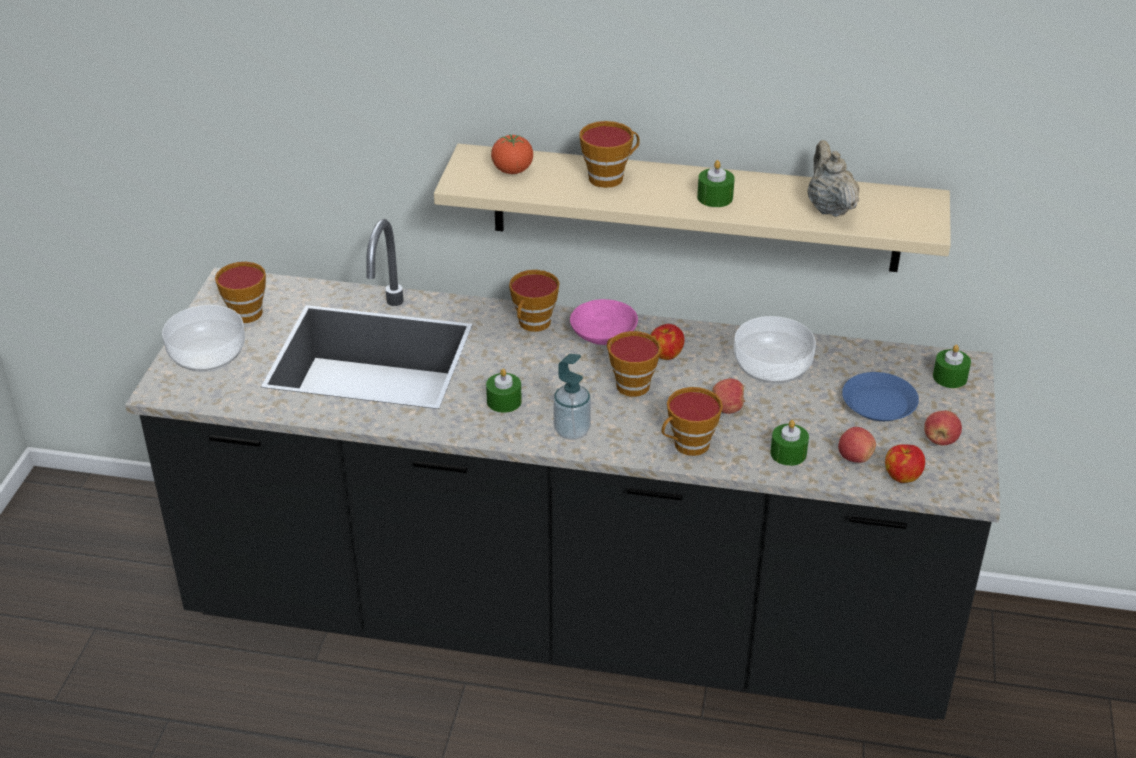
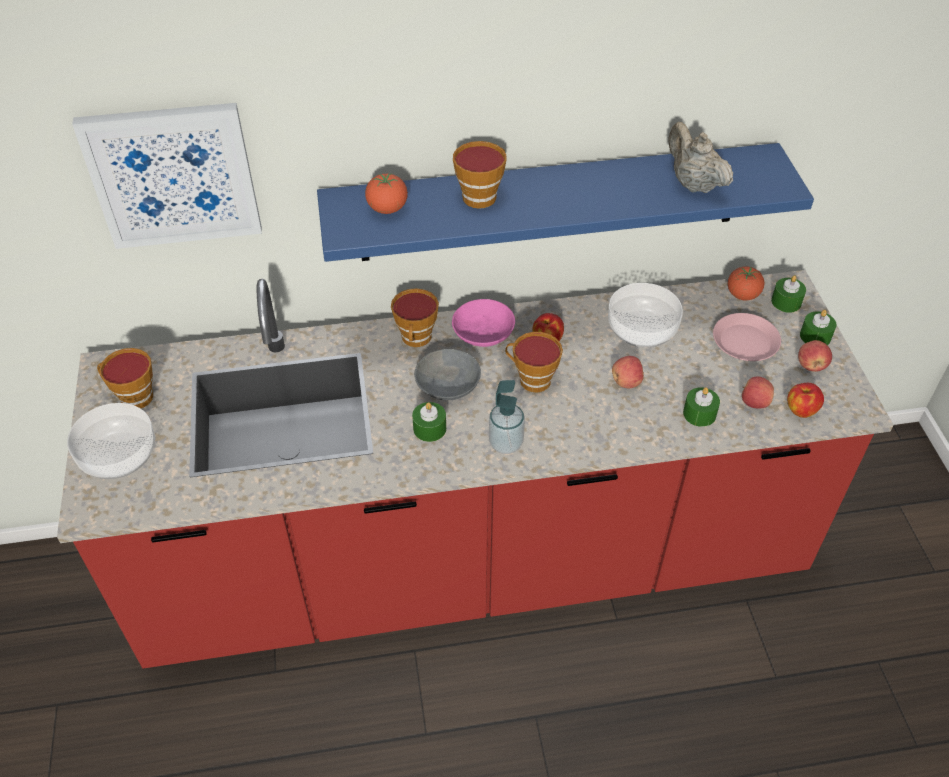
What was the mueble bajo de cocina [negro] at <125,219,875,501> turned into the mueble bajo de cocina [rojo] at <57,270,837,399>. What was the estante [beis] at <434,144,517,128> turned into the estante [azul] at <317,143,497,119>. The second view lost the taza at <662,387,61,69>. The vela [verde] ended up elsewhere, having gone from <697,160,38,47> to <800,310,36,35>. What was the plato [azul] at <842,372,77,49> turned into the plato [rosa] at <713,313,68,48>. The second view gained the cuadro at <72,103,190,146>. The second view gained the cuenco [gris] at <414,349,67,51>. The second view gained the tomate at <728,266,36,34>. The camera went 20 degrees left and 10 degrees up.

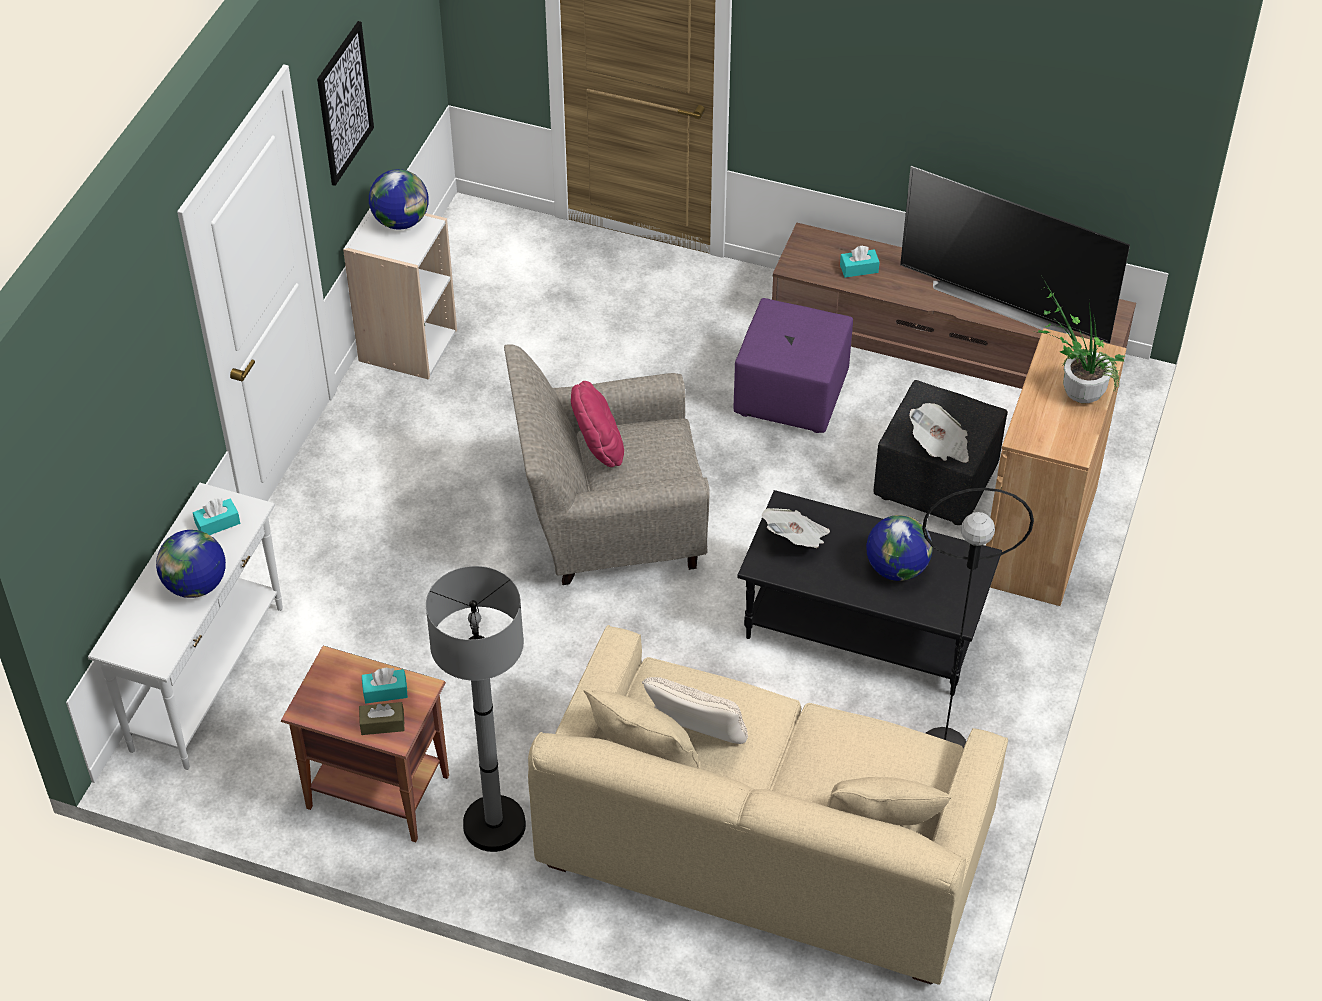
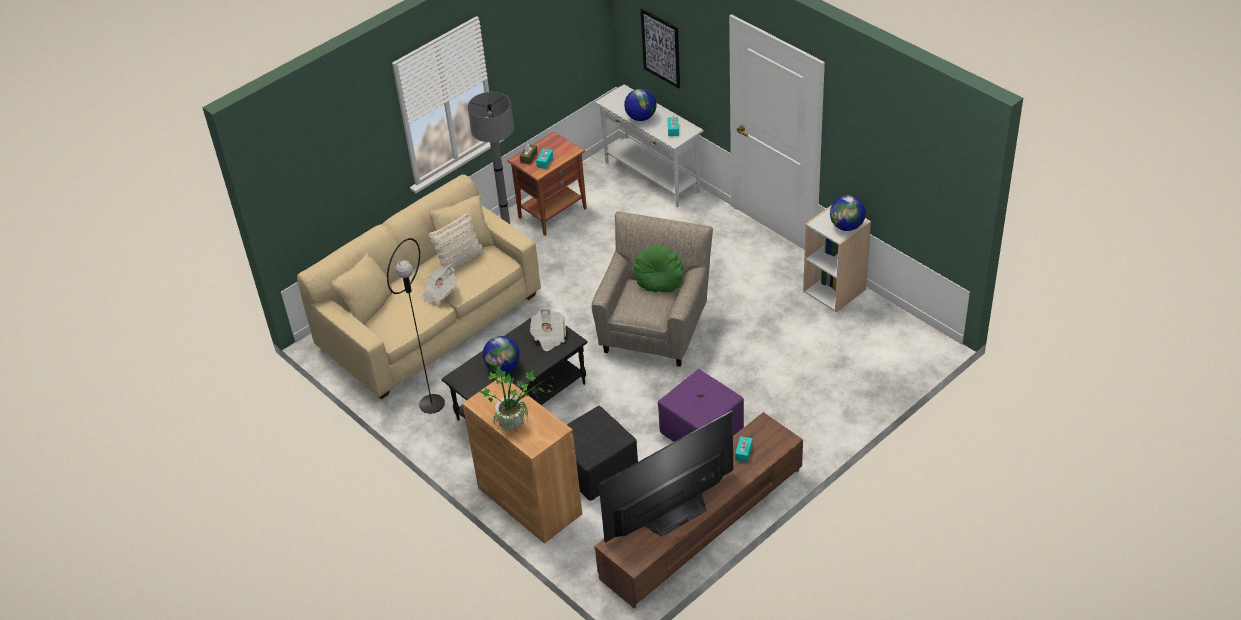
The cuadro ended up elsewhere, having gone from <317,21,57,165> to <641,9,39,79>. What was the cojín [rosa] at <571,381,53,86> turned into the cojín [verde] at <634,246,49,46>. The periódico ended up elsewhere, having gone from <909,403,60,60> to <421,266,36,38>. The camera went 120 degrees right and 5 degrees down.

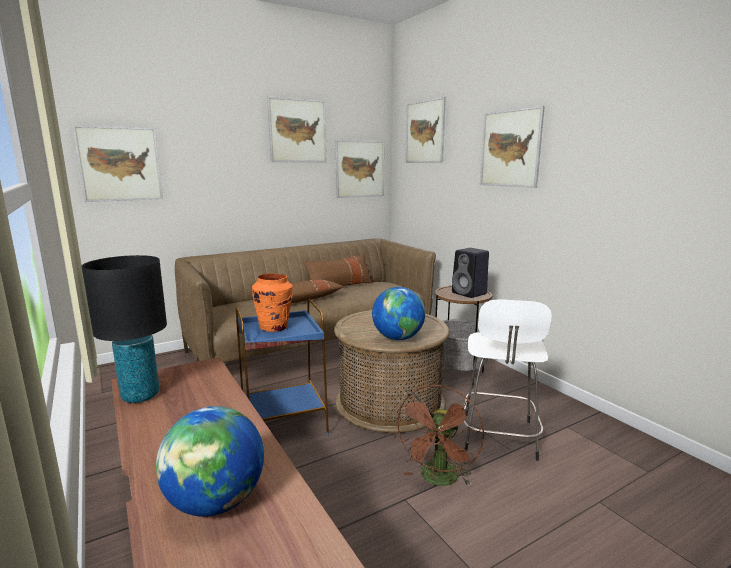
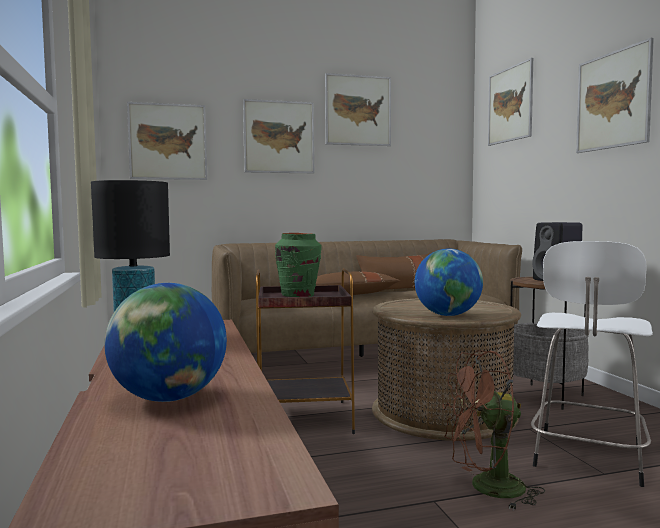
What was the mesa auxiliar [azul] at <236,299,93,137> turned into the mesa auxiliar [marrón] at <256,268,99,166>. What was the florero [naranja] at <252,273,41,59> turned into the florero [verde] at <275,233,47,64>. The cuadro ended up elsewhere, having gone from <335,140,49,58> to <243,99,71,74>. The ventilador [marrón] at <394,385,90,101> ended up facing another way, 45 degrees clockwise from before. The camera went 15 degrees right and 10 degrees down.

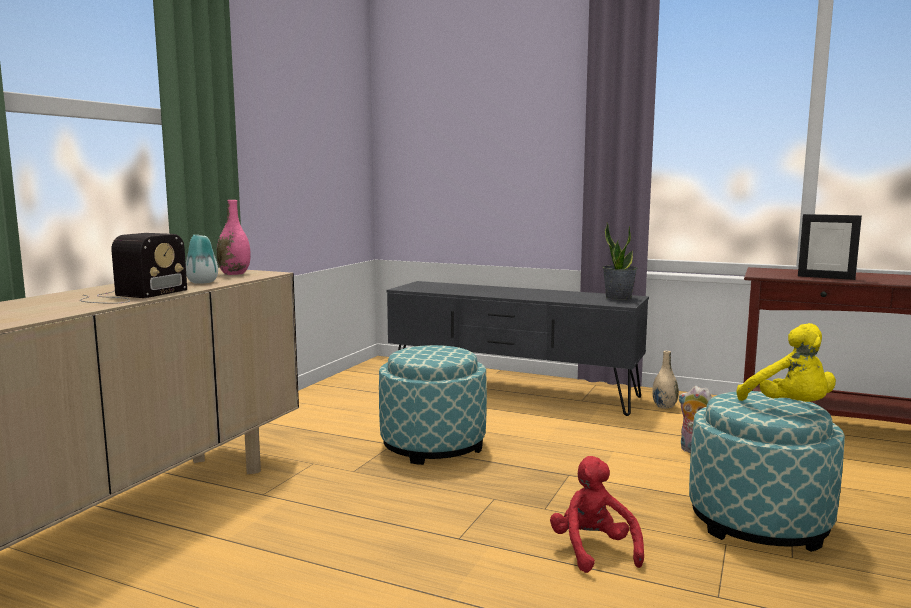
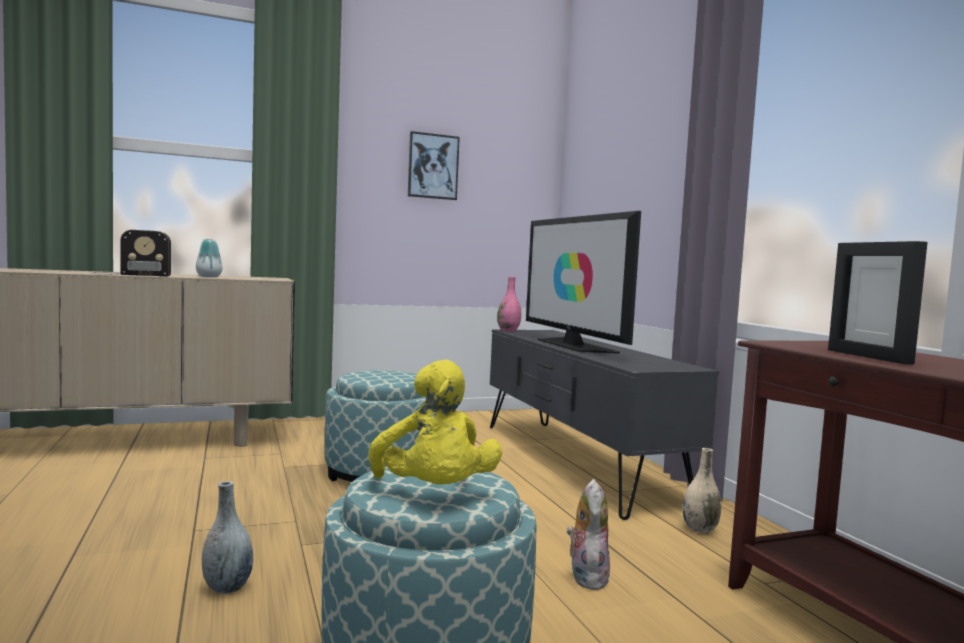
The florero [rosa] ended up elsewhere, having gone from <216,200,35,75> to <497,277,24,55>. Where the peluche [rojo] stood at <550,456,94,117>, the florero [gris] came to stand at <202,481,51,113>. The second view lost the planta en maceta at <603,223,34,77>. The peluche [amarillo] at <737,323,99,79> ended up facing another way, 45 degrees counterclockwise from before. The second view gained the cuadro at <408,131,52,69>. The second view gained the televisor at <526,211,115,143>. The camera went 45 degrees right and 5 degrees down.

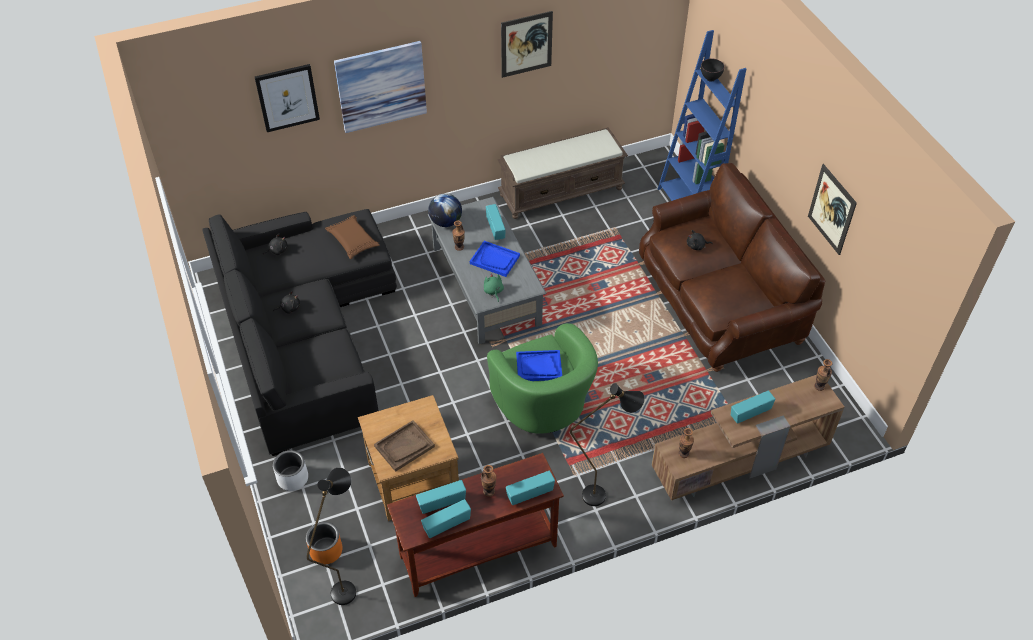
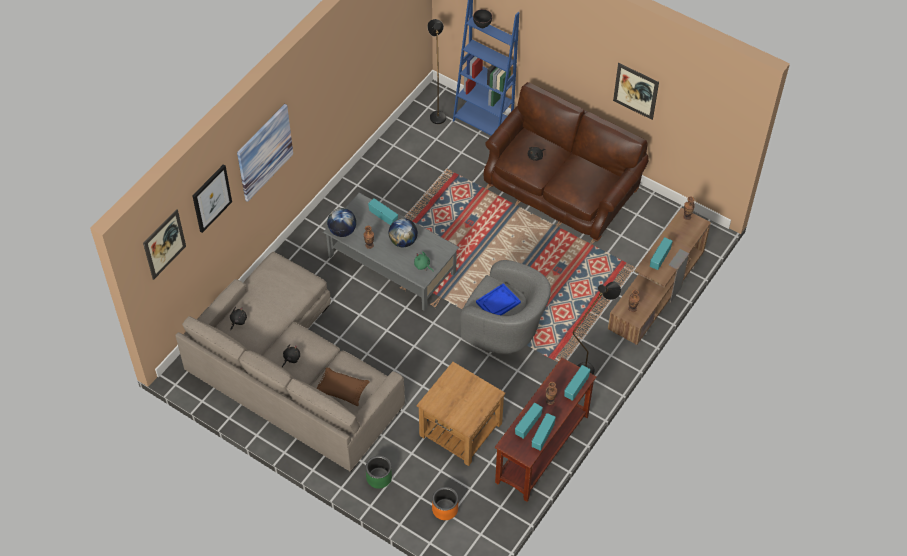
What was the sofá [negro] at <202,209,195,247> turned into the sofá [beis] at <175,252,230,220>. What was the maceta [blanco] at <273,450,35,41> turned into the maceta [verde] at <366,456,26,33>. The lámpara de pie [negro] ended up elsewhere, having gone from <307,468,49,137> to <428,19,18,105>. The cojín [marrón] ended up elsewhere, having gone from <325,215,55,44> to <316,367,54,39>. The second view lost the bandeja [marrón] at <374,420,61,52>. Where the bandeja [azul] stood at <470,241,50,36>, the globo terráqueo came to stand at <389,218,29,29>. What was the sillón [verde] at <487,323,111,111> turned into the sillón [gris] at <460,260,91,94>. The second view lost the banco [marrón] at <498,127,130,92>. The cuadro ended up elsewhere, having gone from <501,11,52,67> to <143,209,43,71>. The camera went 35 degrees left and 5 degrees up.

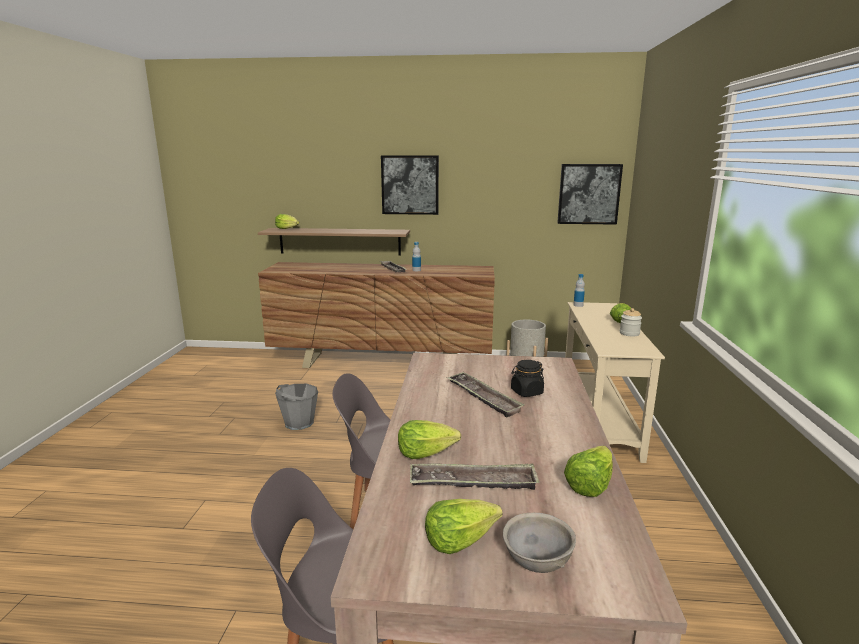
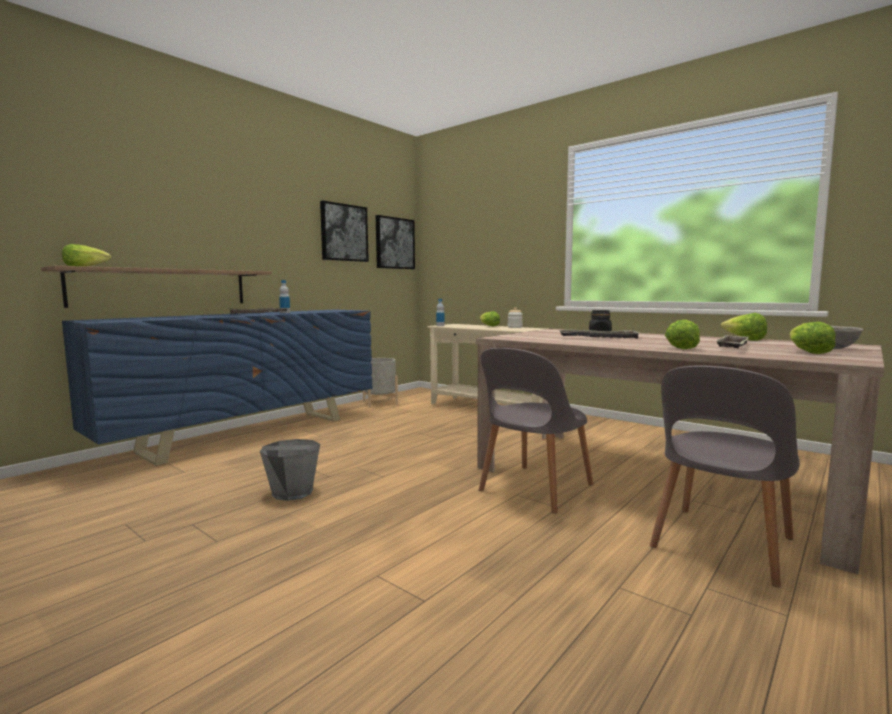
What was the armario [marrón] at <258,262,237,107> turned into the armario [azul] at <62,310,310,156>. The cuadro ended up elsewhere, having gone from <381,155,58,60> to <320,201,49,61>. The camera went 55 degrees left and 10 degrees down.

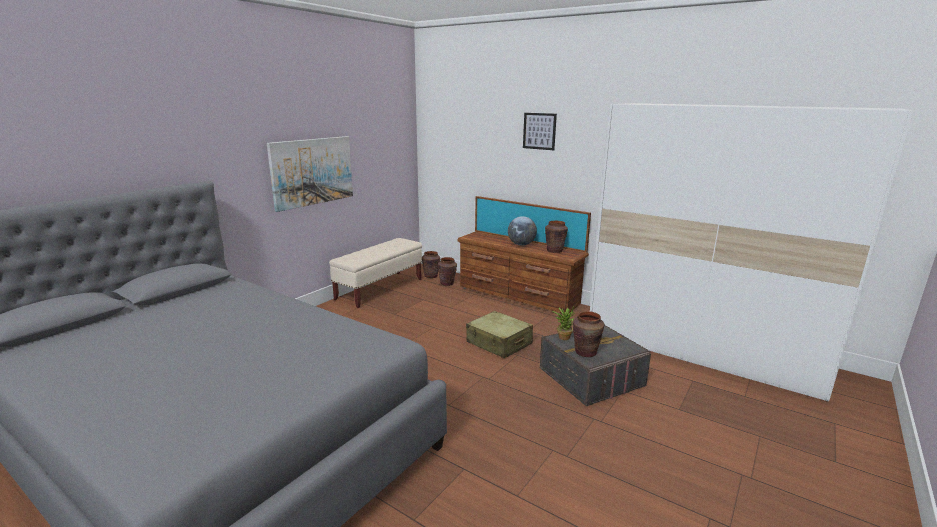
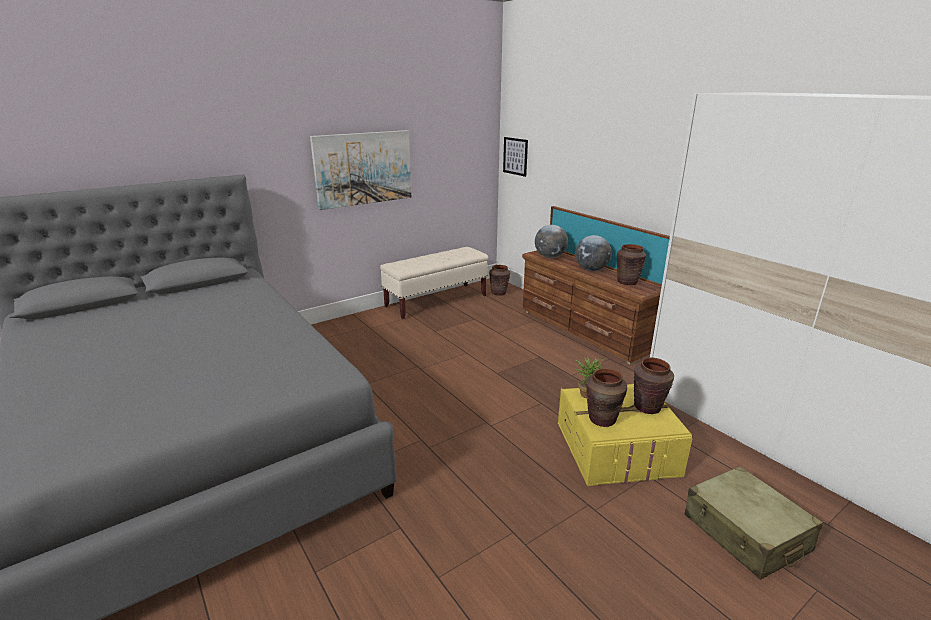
The florero [marrón] ended up elsewhere, having gone from <438,257,19,29> to <634,358,40,56>. The maleta [beis] ended up elsewhere, having gone from <466,311,67,47> to <685,466,138,114>. The cuadro ended up elsewhere, having gone from <523,113,34,37> to <503,137,25,40>. What was the caja de almacenaje [gris] at <540,325,111,81> turned into the caja de almacenaje [amarillo] at <558,384,135,102>. The second view gained the globo terráqueo at <535,225,33,33>. The camera went 20 degrees right and 5 degrees up.

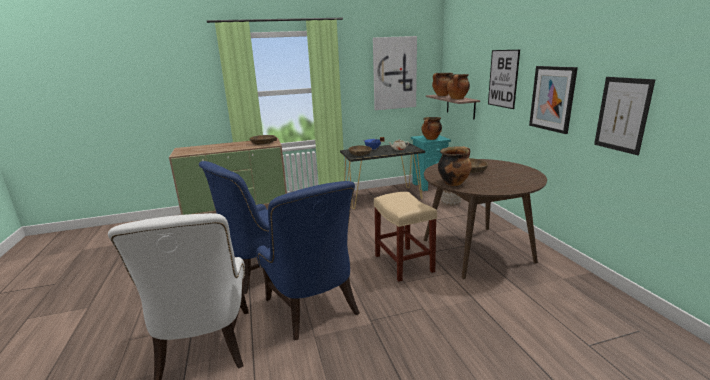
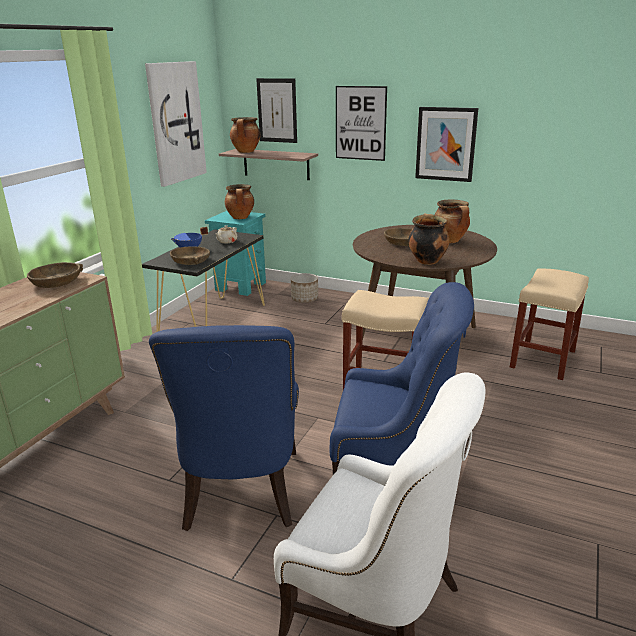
The olla ended up elsewhere, having gone from <447,74,23,25> to <434,200,36,43>. The cuadro ended up elsewhere, having gone from <594,77,62,78> to <256,78,41,65>. The second view gained the taburete [beis] at <510,269,79,111>. The camera went 50 degrees left and 5 degrees up.

